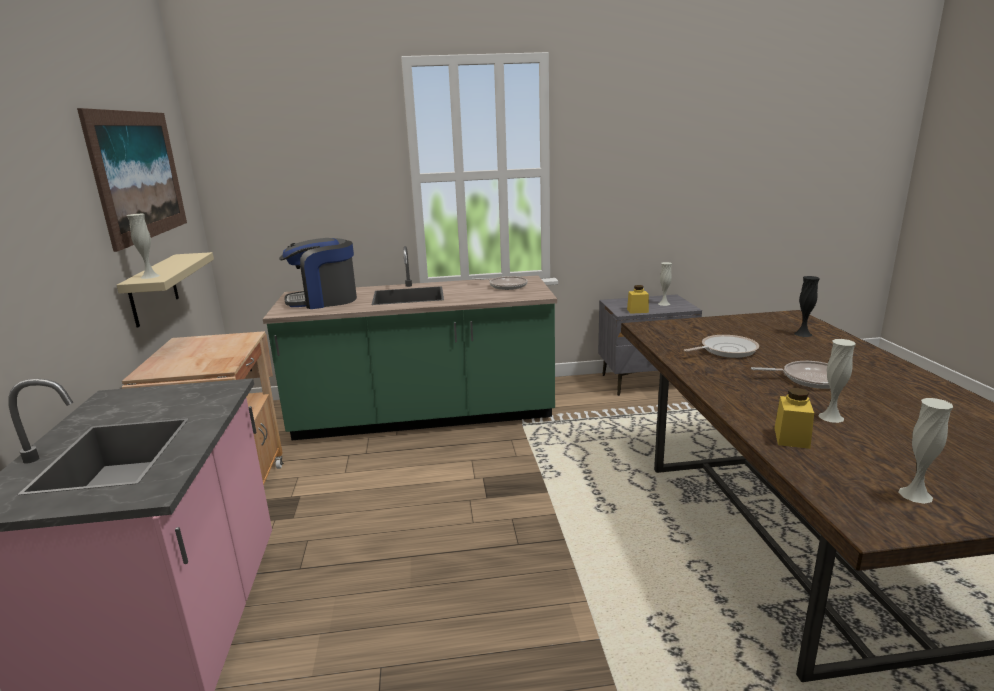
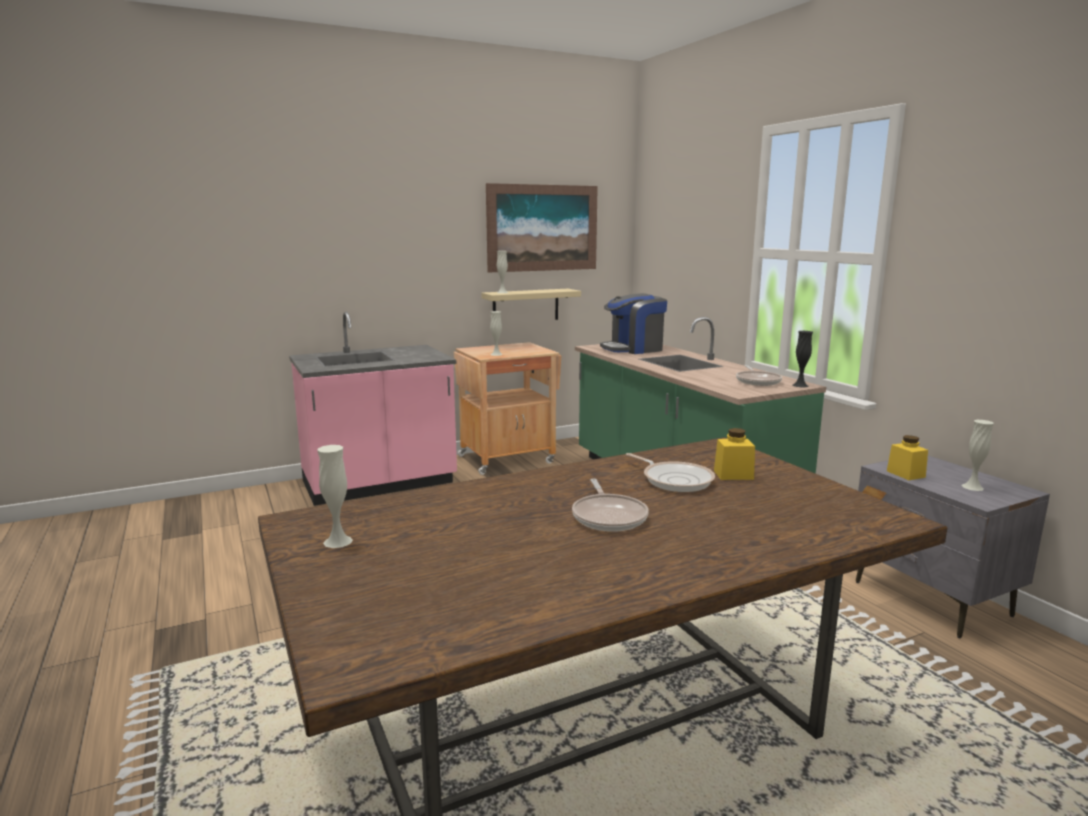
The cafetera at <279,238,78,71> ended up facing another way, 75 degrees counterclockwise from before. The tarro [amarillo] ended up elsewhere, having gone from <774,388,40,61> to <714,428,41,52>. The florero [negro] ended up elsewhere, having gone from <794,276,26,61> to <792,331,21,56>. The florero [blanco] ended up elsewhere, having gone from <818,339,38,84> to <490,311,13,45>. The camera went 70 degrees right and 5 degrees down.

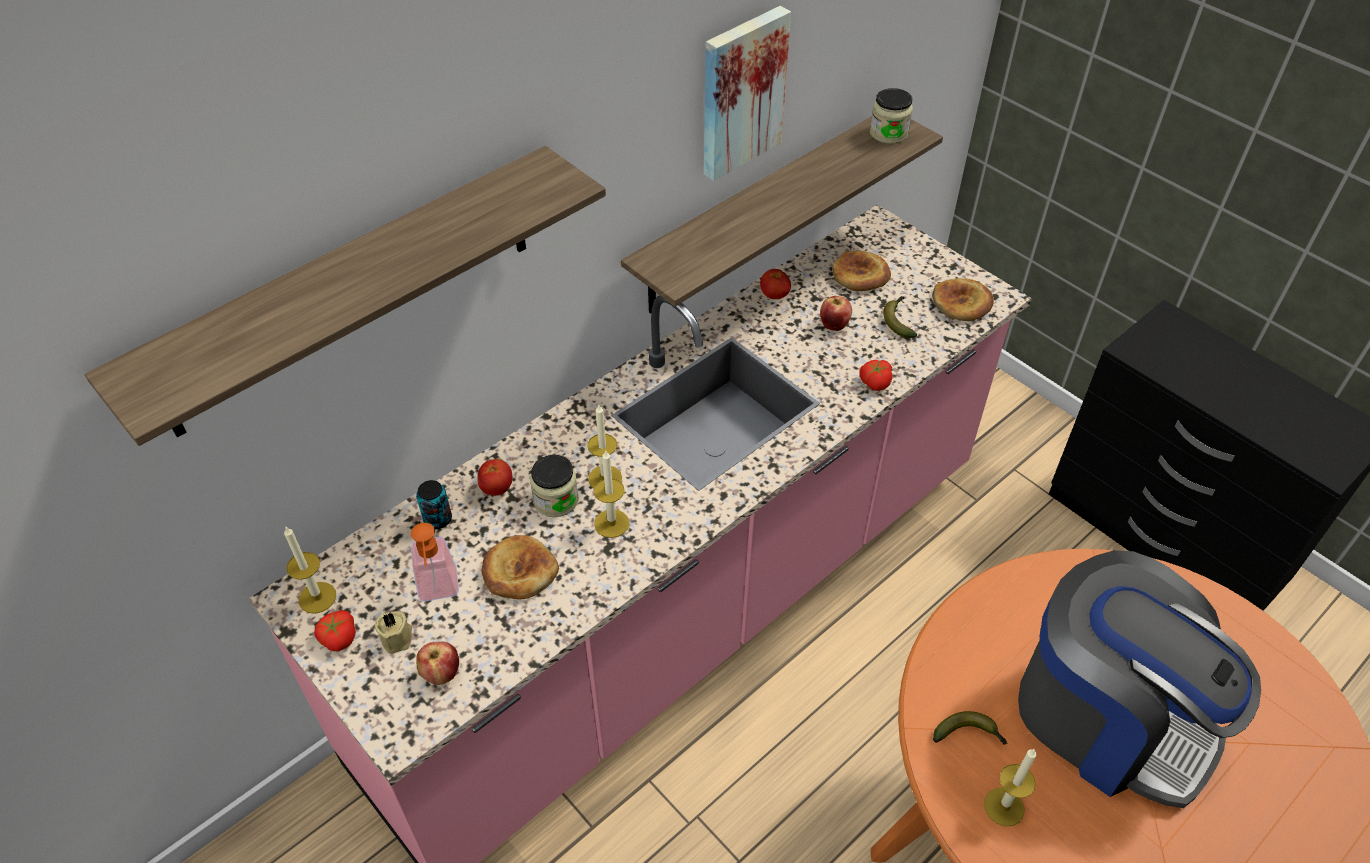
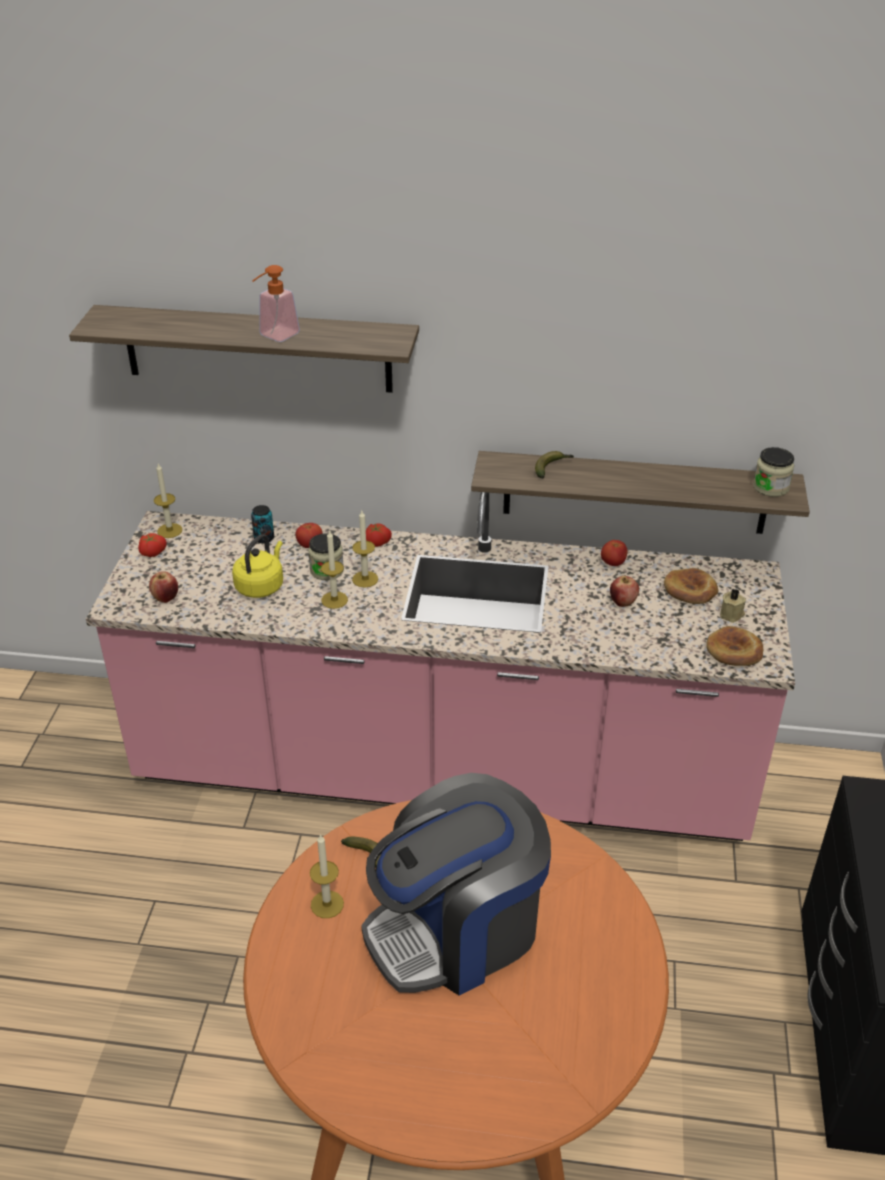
The vela [beis] ended up elsewhere, having gone from <375,611,37,43> to <720,589,26,34>. The dispensador de jabón ended up elsewhere, having gone from <411,523,48,79> to <252,265,48,77>. Where the pan stood at <481,535,78,65>, the hervidor [amarillo] came to stand at <232,534,51,64>. The second view lost the cuadro at <704,6,87,175>. The tomate ended up elsewhere, having gone from <859,360,34,31> to <366,523,26,24>. The plátano ended up elsewhere, having gone from <883,296,34,42> to <535,451,39,27>. The cafetera at <1018,550,243,258> ended up facing another way, 60 degrees clockwise from before. The camera went 50 degrees right and 10 degrees down.

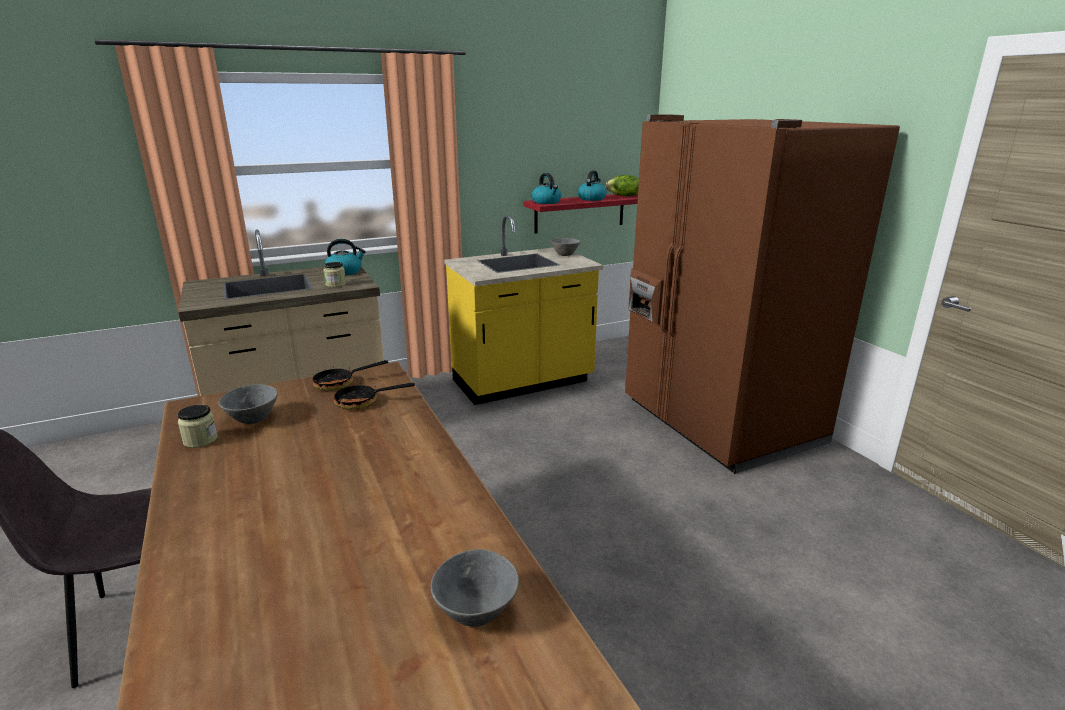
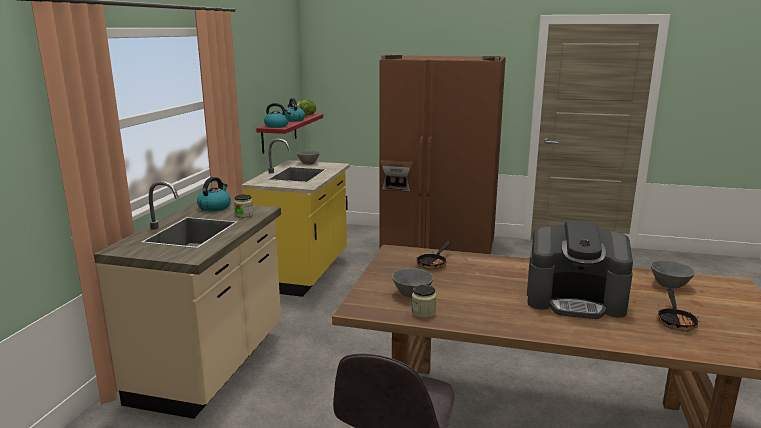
The sartén ended up elsewhere, having gone from <313,360,75,31> to <657,288,43,44>. The second view gained the cafetera at <527,221,106,98>. The camera went 50 degrees left and 5 degrees down.

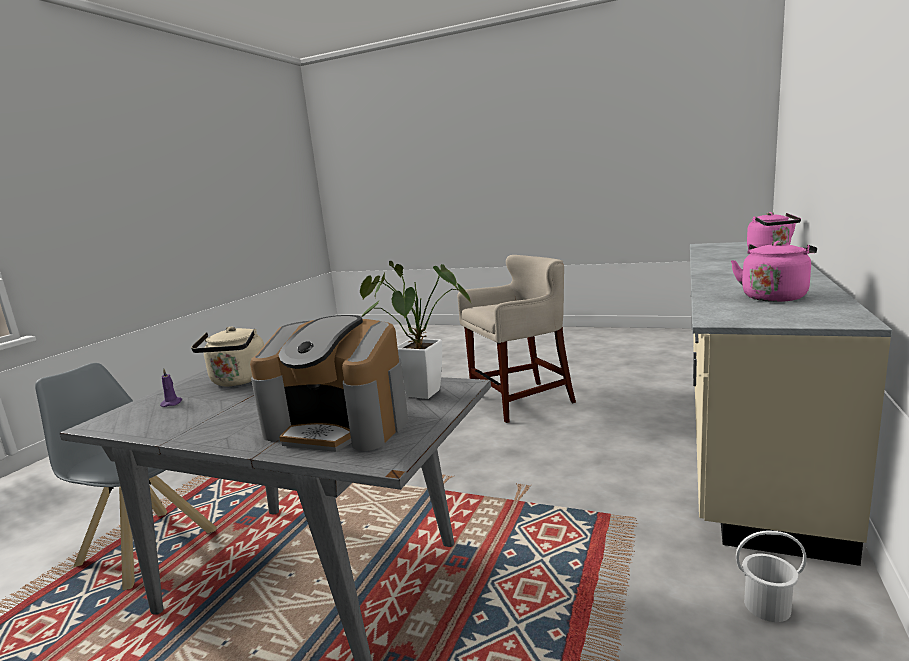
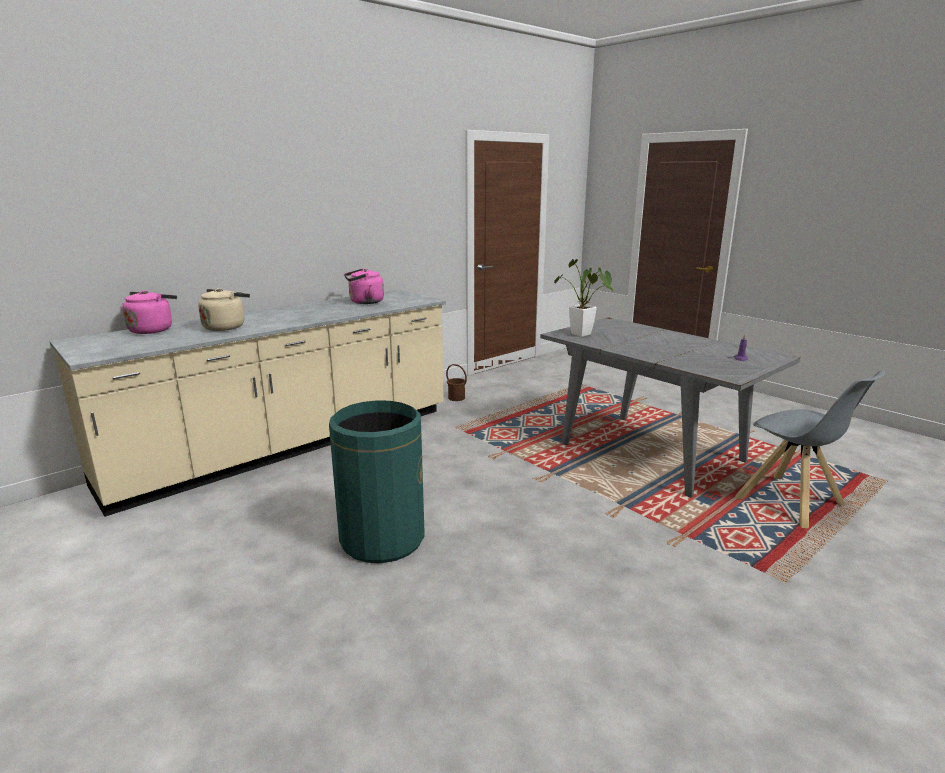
The hervidor [beis] ended up elsewhere, having gone from <191,326,73,60> to <198,288,52,43>. The second view lost the cafetera at <250,315,158,137>. Where the taburete [beis] stood at <457,255,119,168>, the papelera [verde] came to stand at <329,400,96,163>. What was the cubo [blanco] at <736,530,71,92> turned into the cubo [marrón] at <446,364,21,37>. The camera went 155 degrees left and 5 degrees up.

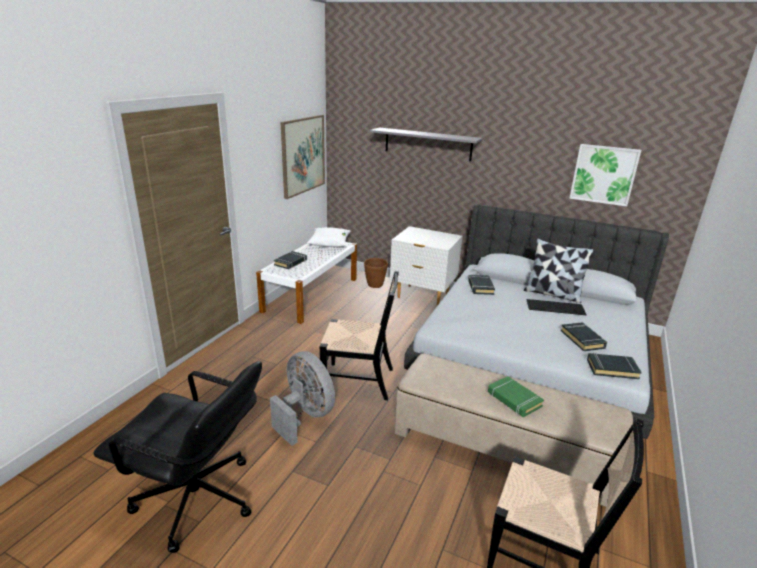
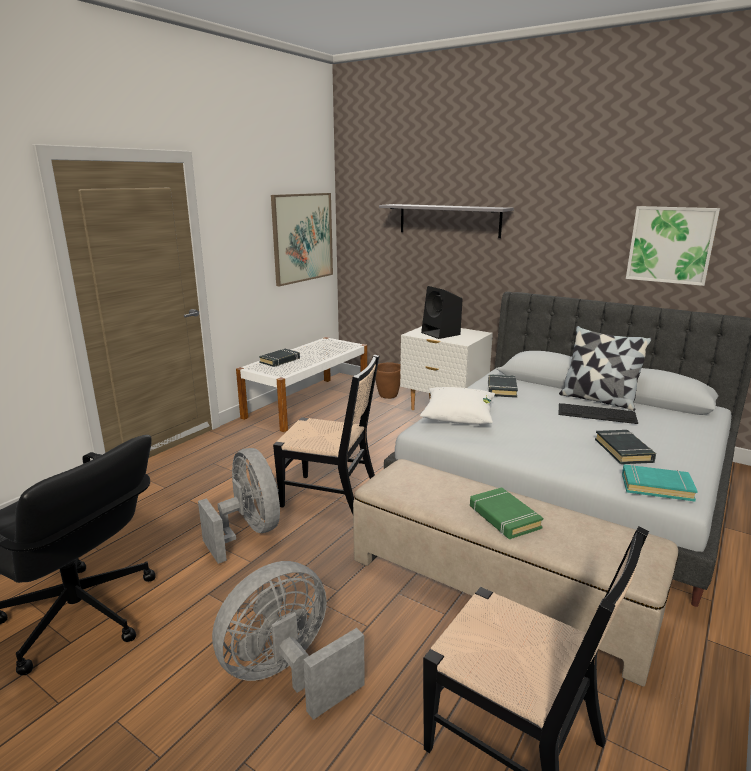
The cojín [blanco] ended up elsewhere, having gone from <307,227,43,20> to <420,387,75,38>. What was the libro [negro] at <587,353,55,26> turned into the libro [turquesa] at <622,464,76,37>. The second view gained the ventilador [gris] at <212,561,153,159>. The second view gained the altavoz [negro] at <421,286,41,53>. The camera went 10 degrees right and 5 degrees down.

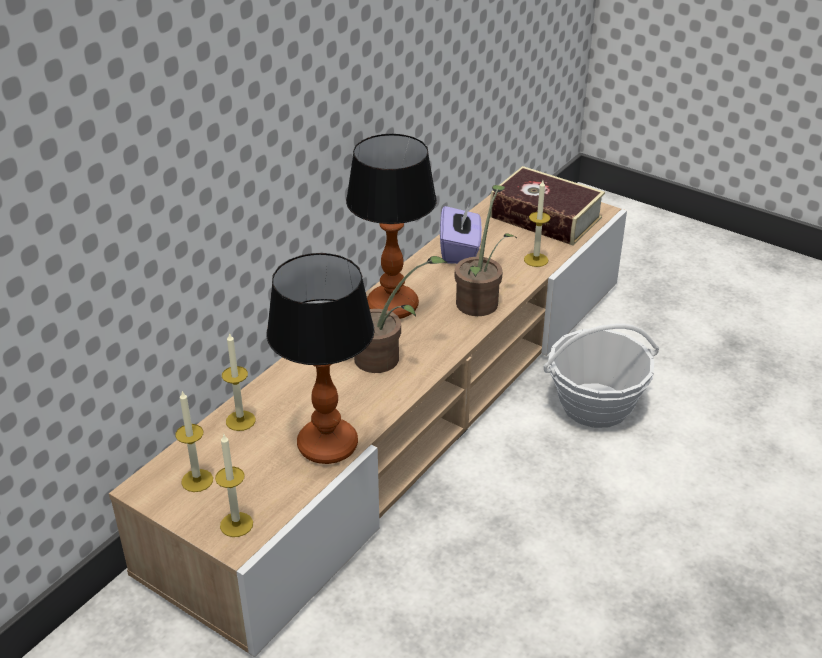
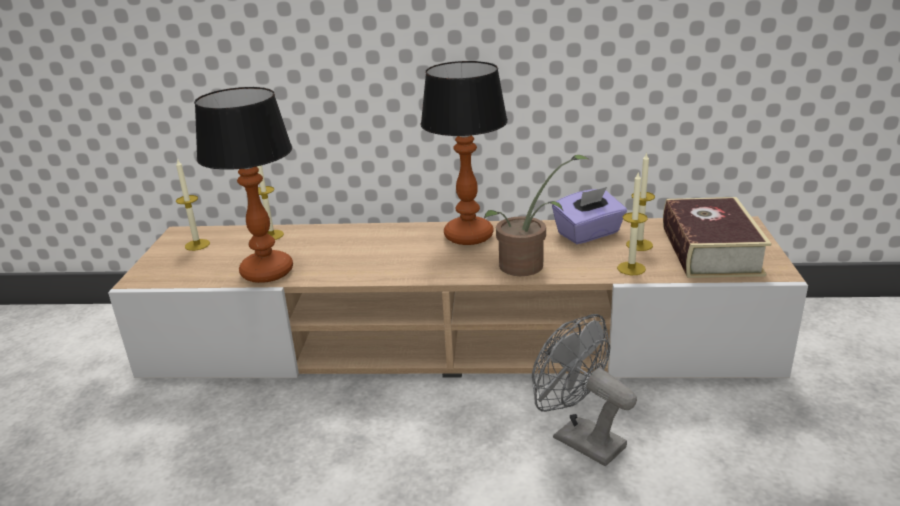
The vela ended up elsewhere, having gone from <215,435,38,102> to <626,152,29,99>. The second view lost the planta en maceta at <354,256,93,117>. Where the cesta stood at <544,324,115,104>, the ventilador [gris] came to stand at <532,314,105,152>. The camera went 60 degrees right and 10 degrees down.

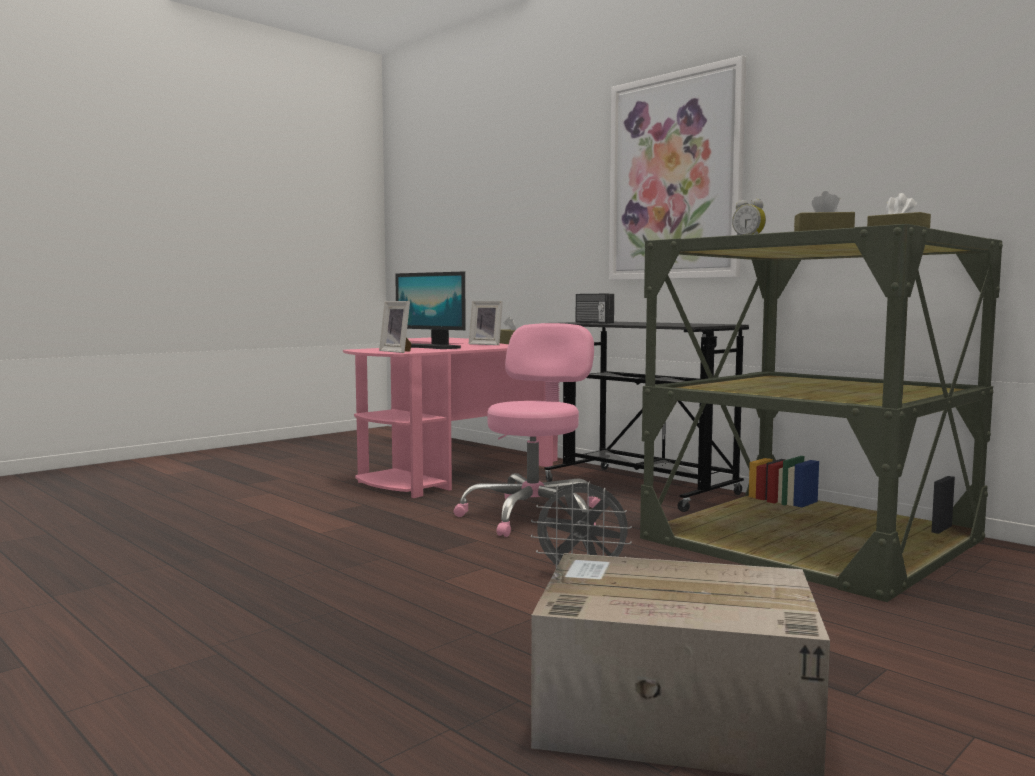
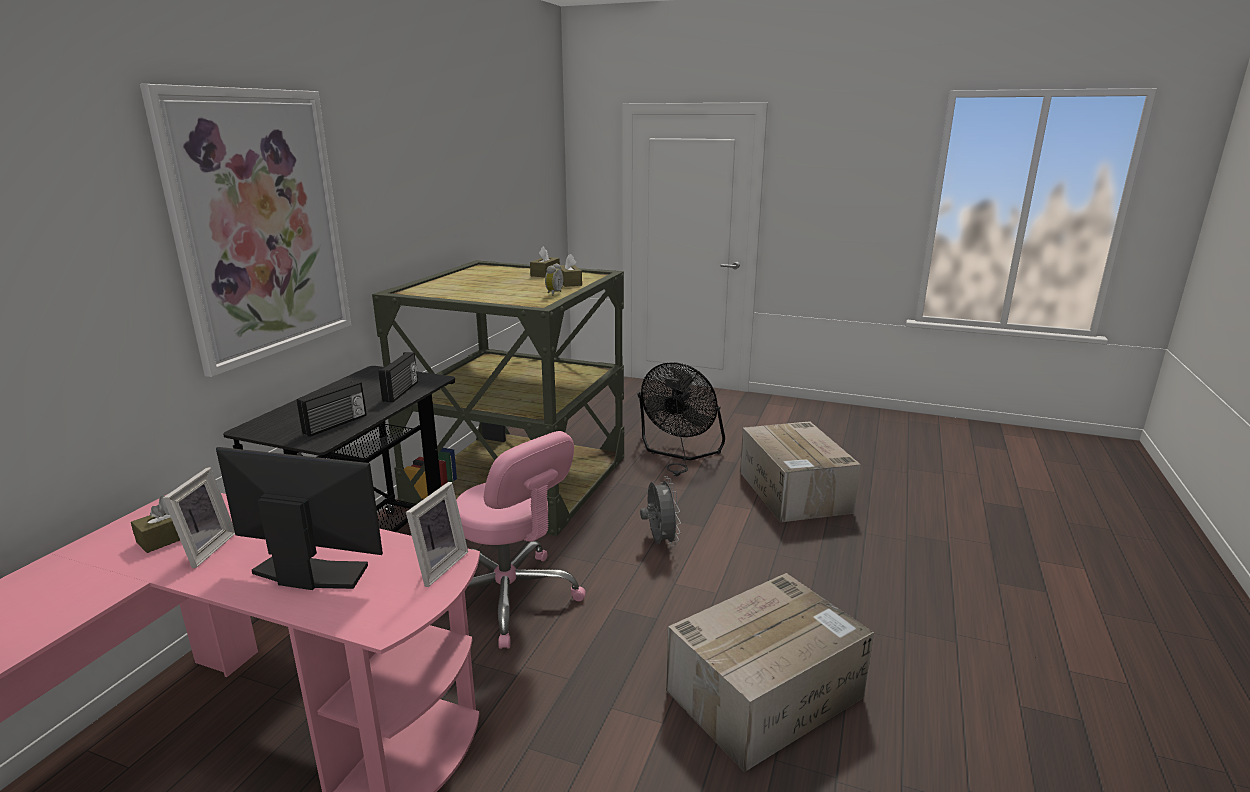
The monitor at <395,272,71,77> ended up facing another way, 90 degrees counterclockwise from before. The silla de oficina [rosa] at <453,323,147,214> ended up facing another way, 135 degrees counterclockwise from before. The second view gained the radio at <378,352,40,50>. The second view gained the ventilador [negro] at <638,362,87,114>. The second view gained the caja de cartón at <666,573,208,199>. The camera went 115 degrees left and 15 degrees up.

